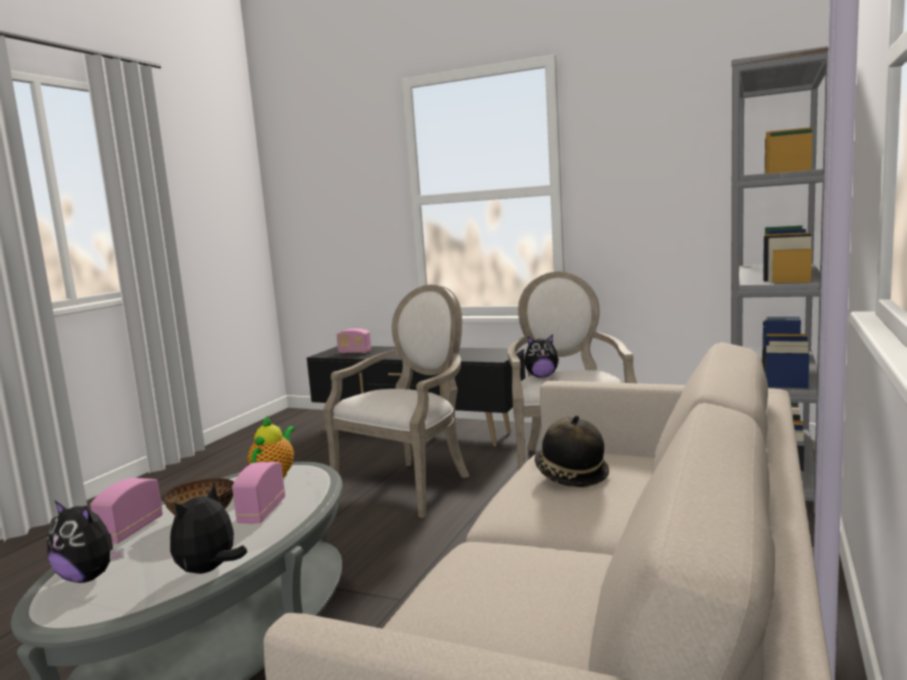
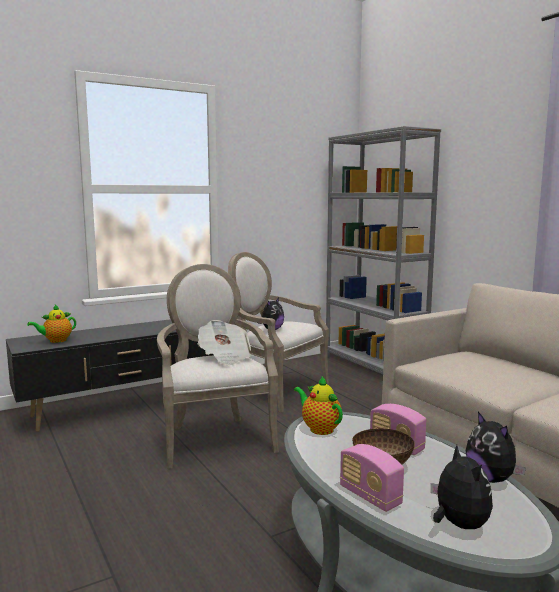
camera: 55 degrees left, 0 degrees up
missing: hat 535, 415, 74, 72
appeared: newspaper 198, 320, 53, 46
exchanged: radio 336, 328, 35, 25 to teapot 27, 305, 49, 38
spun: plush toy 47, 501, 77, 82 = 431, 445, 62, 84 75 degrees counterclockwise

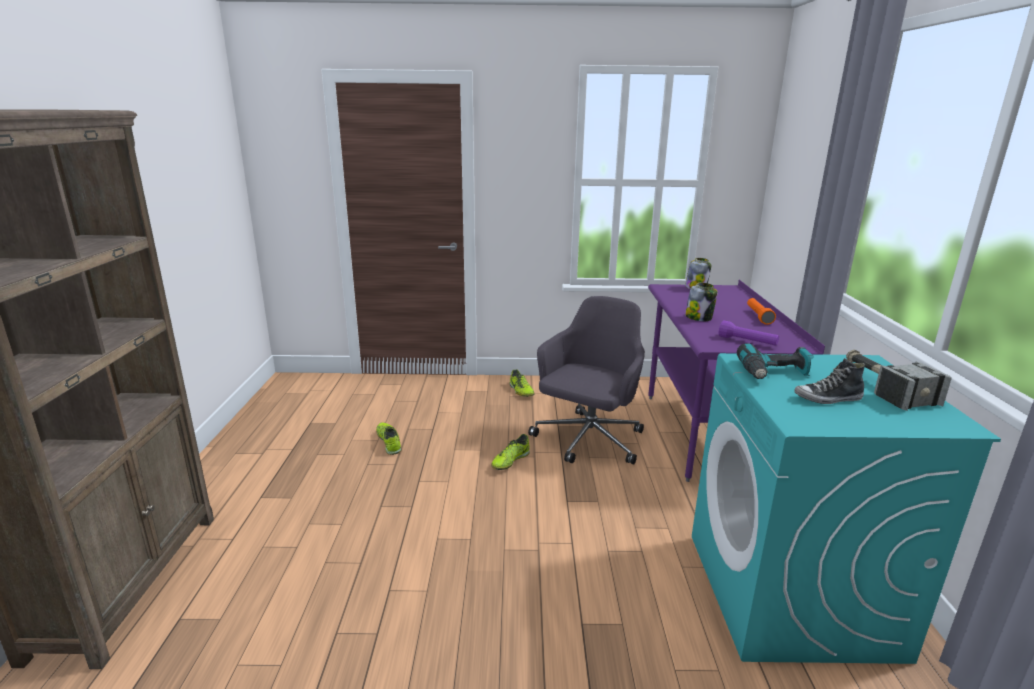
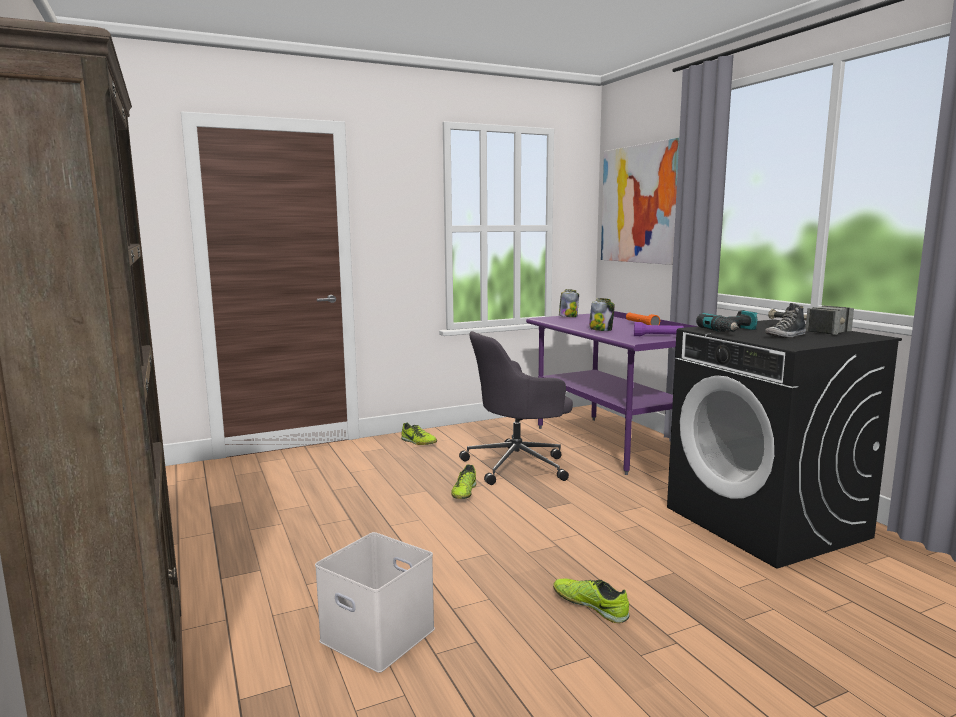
camera: 25 degrees left, 10 degrees down
appeared: picture 601, 138, 78, 127; storage box/white 315, 532, 120, 141
relocated: shoe 376, 422, 25, 33 to 553, 578, 77, 45
colour: washing machine/turquoise 692, 353, 309, 311 to washing machine/black 667, 319, 235, 250
spun: office chair/grey 528, 296, 117, 168 = 459, 331, 114, 154 120 degrees counterclockwise

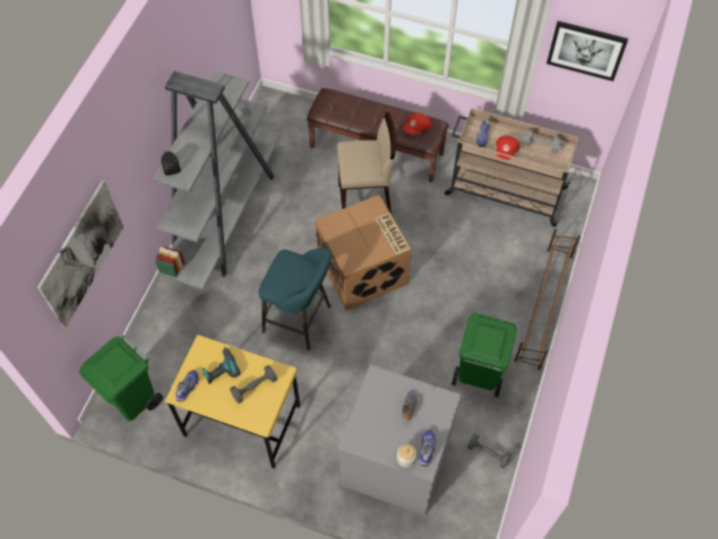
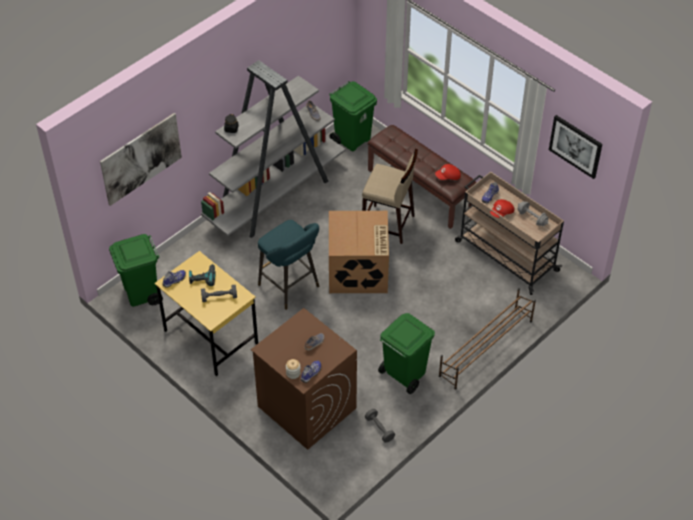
camera: 25 degrees right, 10 degrees down
appeared: trash can/green 329, 81, 48, 70
colour: washing machine/grey 338, 365, 123, 150 to washing machine/brown 251, 308, 106, 142

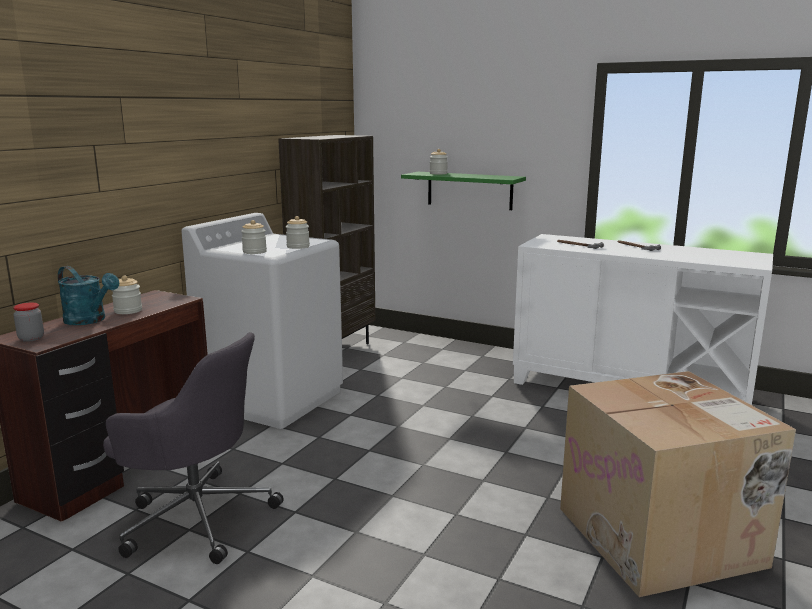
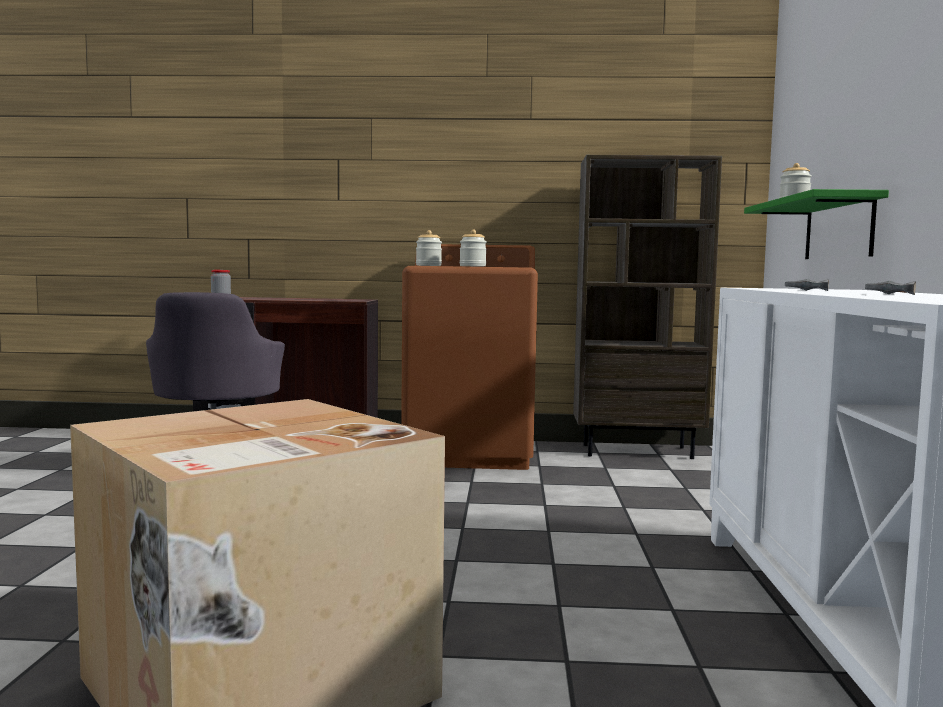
camera: 65 degrees right, 10 degrees down
missing: watering can/turquoise 58, 266, 61, 59; jar 112, 275, 30, 39
colour: washing machine/white 181, 213, 162, 216 to washing machine/brown 401, 244, 137, 226

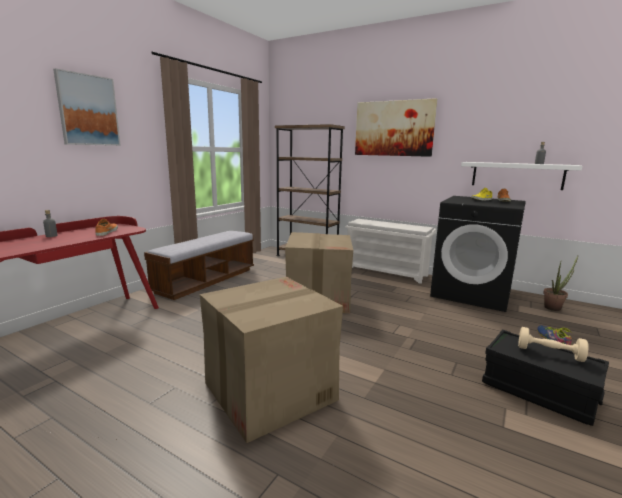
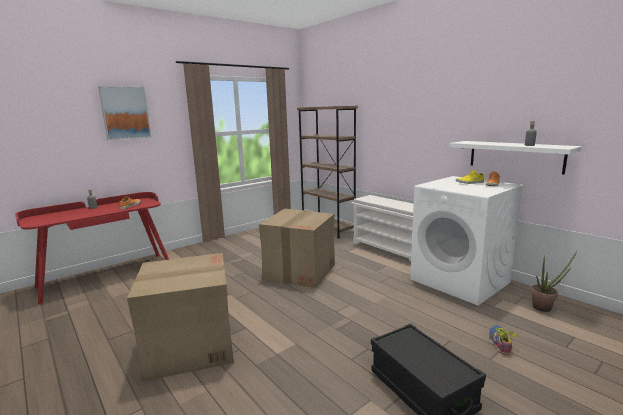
camera: 20 degrees right, 0 degrees up
missing: picture 355, 98, 82, 59; bench 144, 231, 110, 69; dumbbell/beige 518, 327, 71, 35
colour: washing machine/black 430, 196, 96, 116 to washing machine/white 410, 176, 114, 130

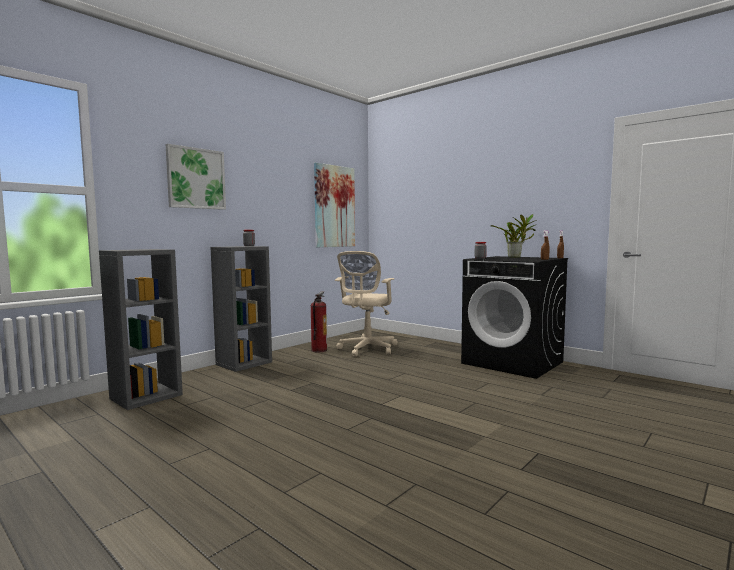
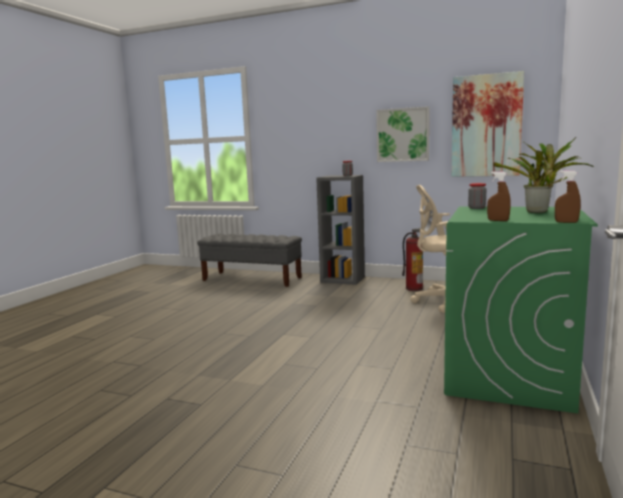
camera: 70 degrees right, 5 degrees up
relocated: picture 166, 144, 60, 66 to 376, 106, 53, 56
exchanged: bookcase/grey 99, 249, 84, 161 to bench/grey 197, 234, 105, 53
colour: washing machine/black 461, 256, 107, 123 to washing machine/green 444, 206, 154, 207

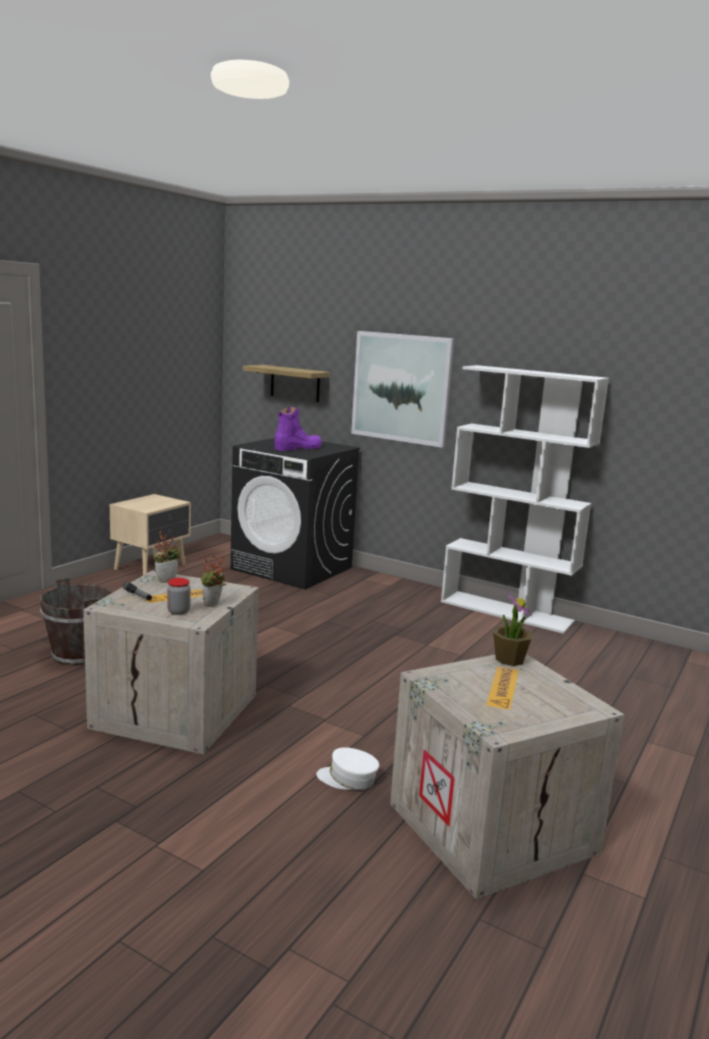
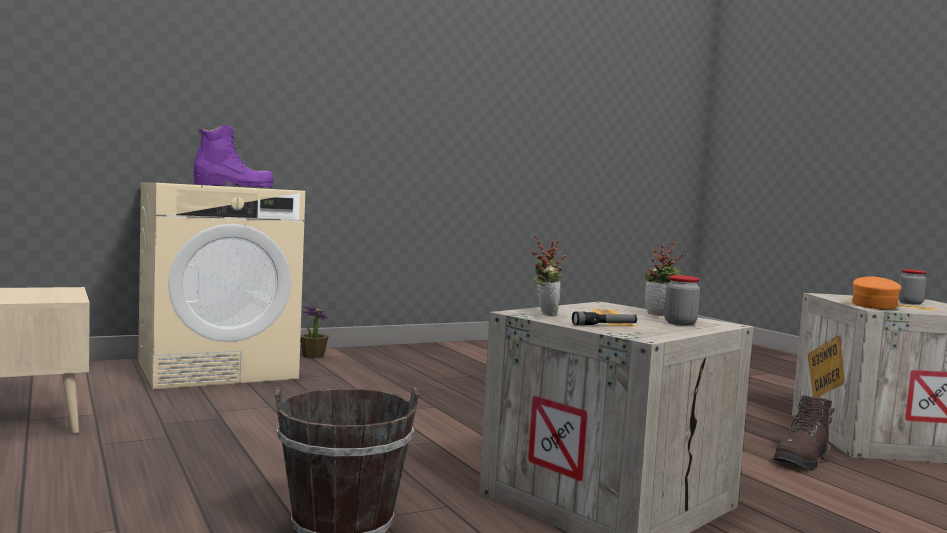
camera: 60 degrees left, 10 degrees down
missing: picture 351, 331, 103, 117; shelf 243, 365, 87, 37; bookcase/white 441, 365, 168, 269
appeared: jar 898, 269, 29, 36; cap/orange 851, 277, 50, 32
relocated: potted plant 493, 589, 40, 77 to 300, 306, 29, 53
exchanged: cap/white 316, 747, 63, 43 to boot/brown 773, 395, 62, 75
colour: washing machine/black 230, 438, 130, 152 to washing machine/beige 138, 182, 167, 207
spun: boot/purple 274, 407, 48, 44 = 194, 125, 80, 62 75 degrees clockwise

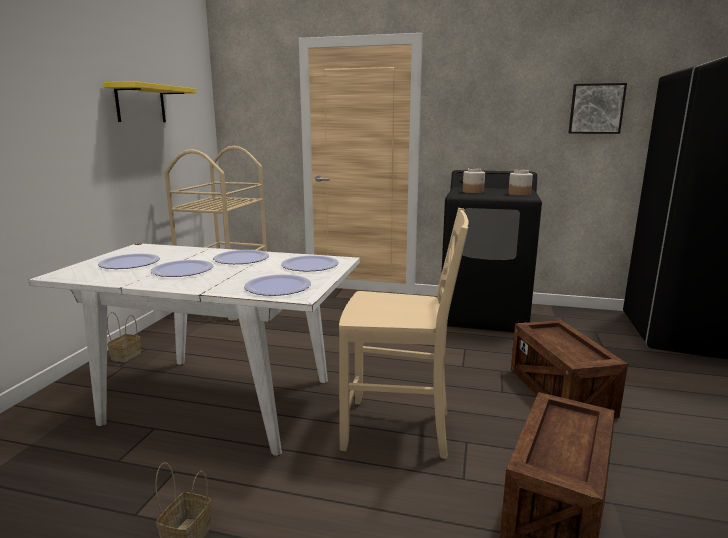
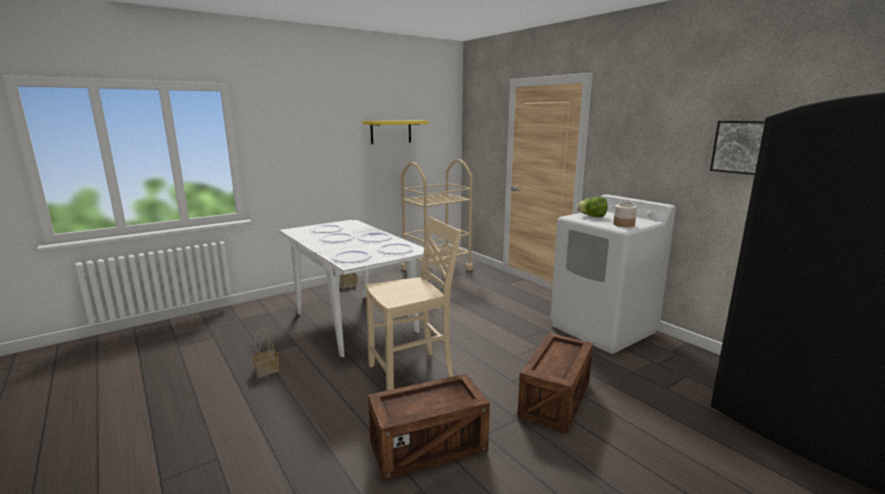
camera: 40 degrees right, 0 degrees up
exchanged: jar 463, 168, 22, 25 to lettuce 577, 197, 30, 20
colour: washing machine/black 441, 170, 101, 162 to washing machine/white 550, 194, 126, 160
spun: chair/beige 339, 208, 130, 251 = 366, 216, 96, 175 75 degrees counterclockwise

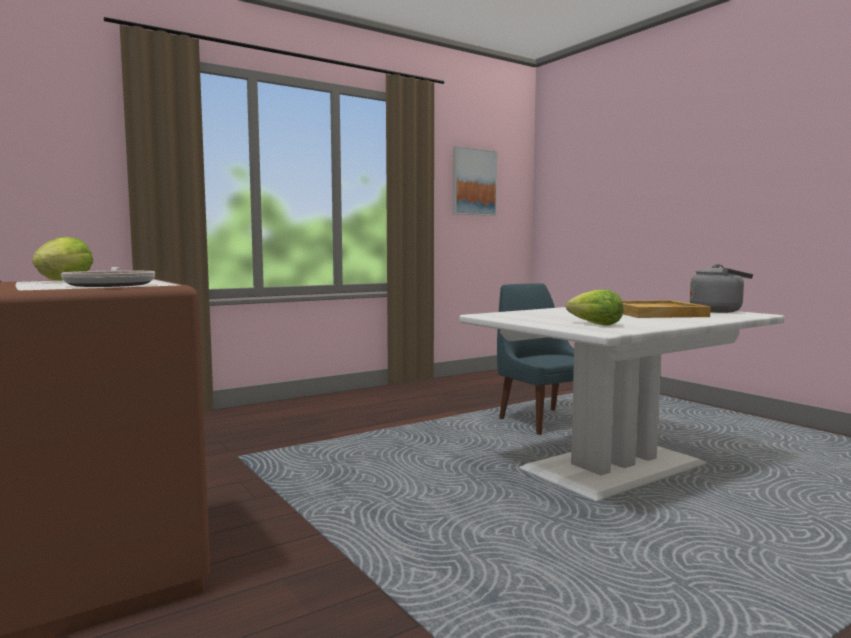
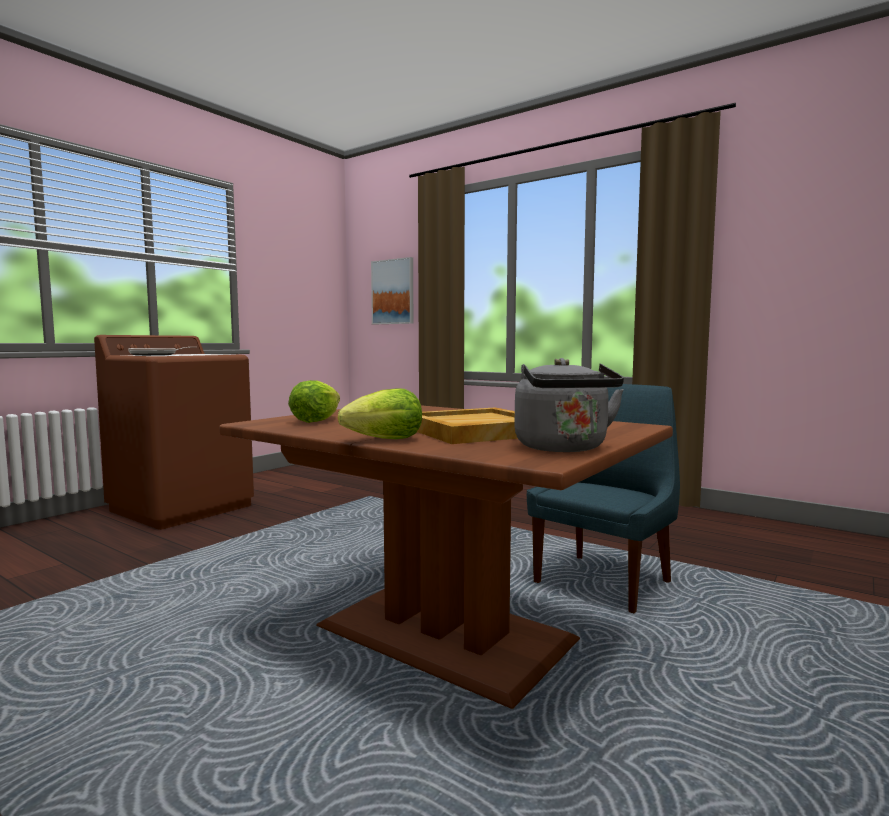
camera: 70 degrees right, 0 degrees up
relocated: picture 453, 146, 44, 70 to 371, 257, 42, 67; lettuce 32, 237, 61, 43 to 338, 388, 84, 51
colour: dining table/white 460, 307, 325, 195 to dining table/brown 219, 405, 454, 304

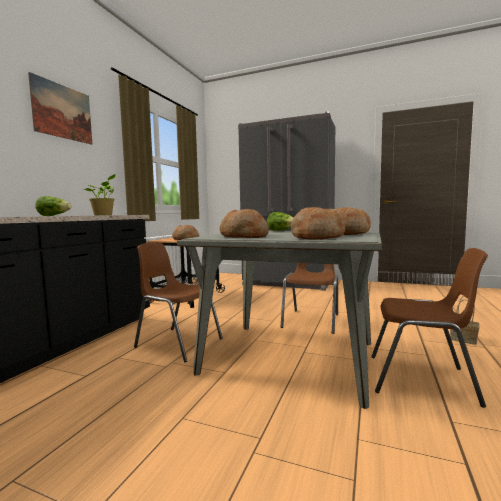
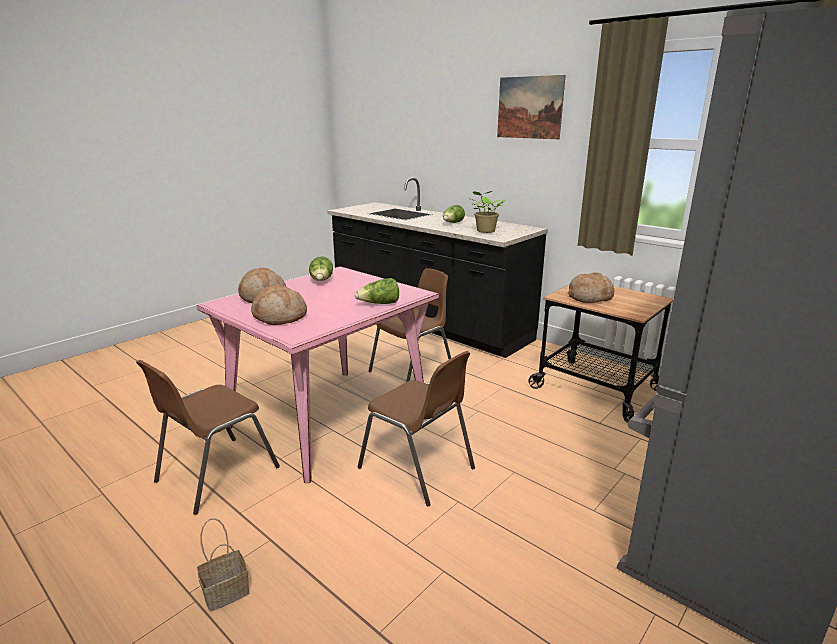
camera: 110 degrees right, 15 degrees up
exchanged: bread 219, 209, 50, 29 to lettuce 309, 257, 24, 24
colour: dining table/grey 177, 231, 205, 178 to dining table/pink 196, 267, 243, 216

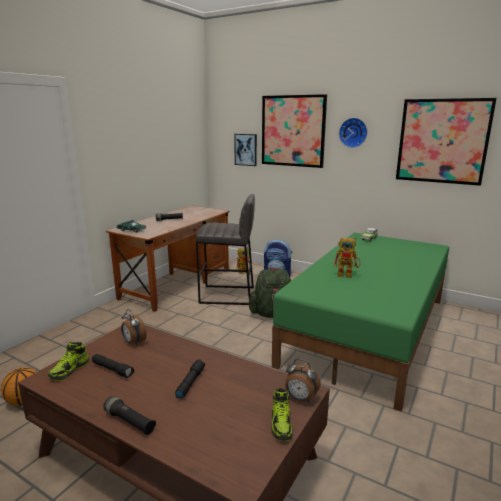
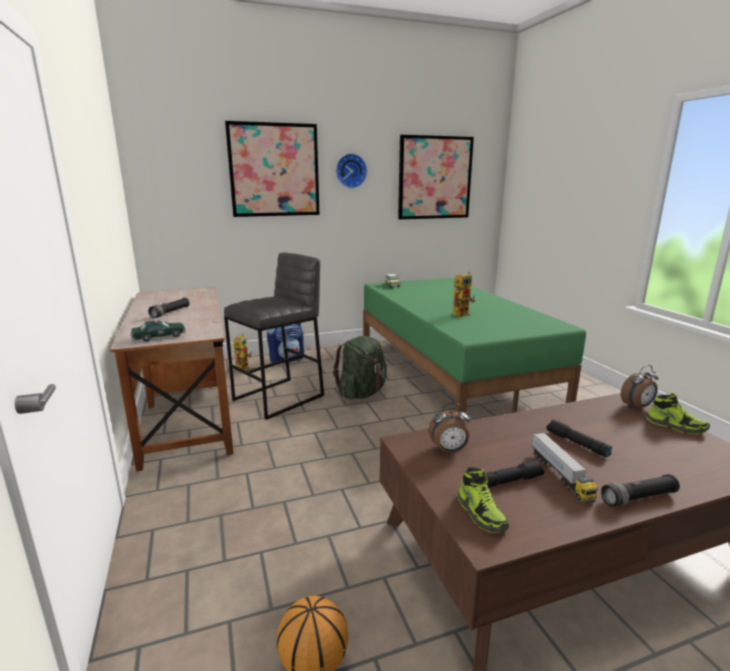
camera: 50 degrees left, 0 degrees up
missing: picture 234, 134, 23, 32
appeared: toy truck 532, 433, 66, 71

